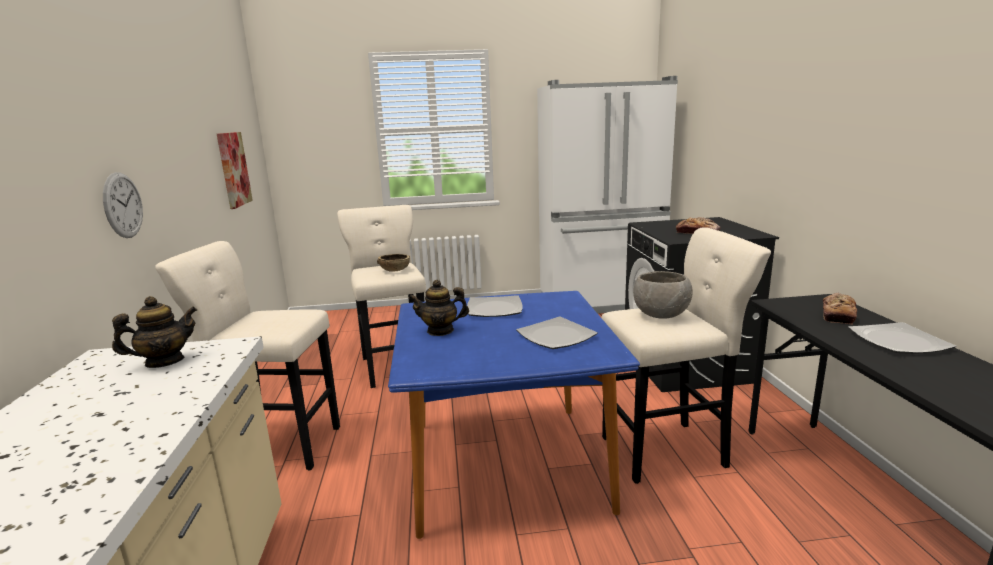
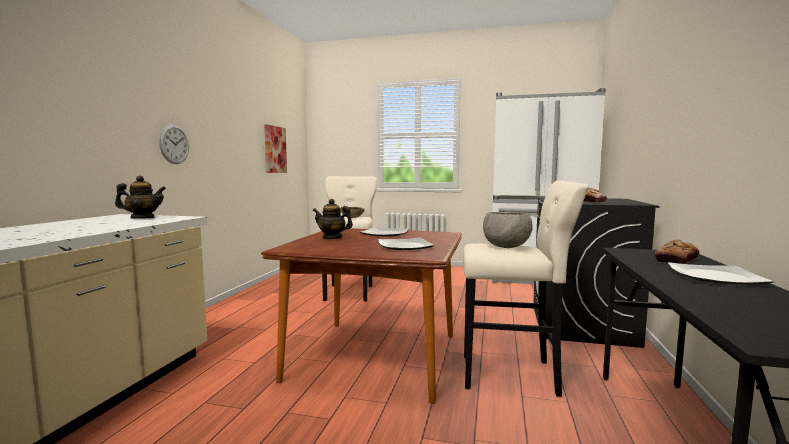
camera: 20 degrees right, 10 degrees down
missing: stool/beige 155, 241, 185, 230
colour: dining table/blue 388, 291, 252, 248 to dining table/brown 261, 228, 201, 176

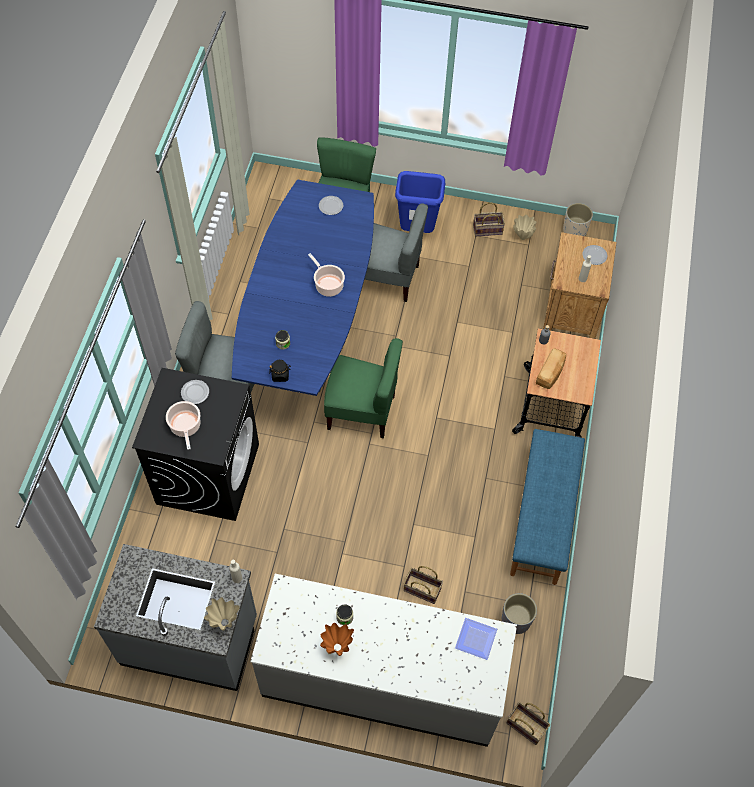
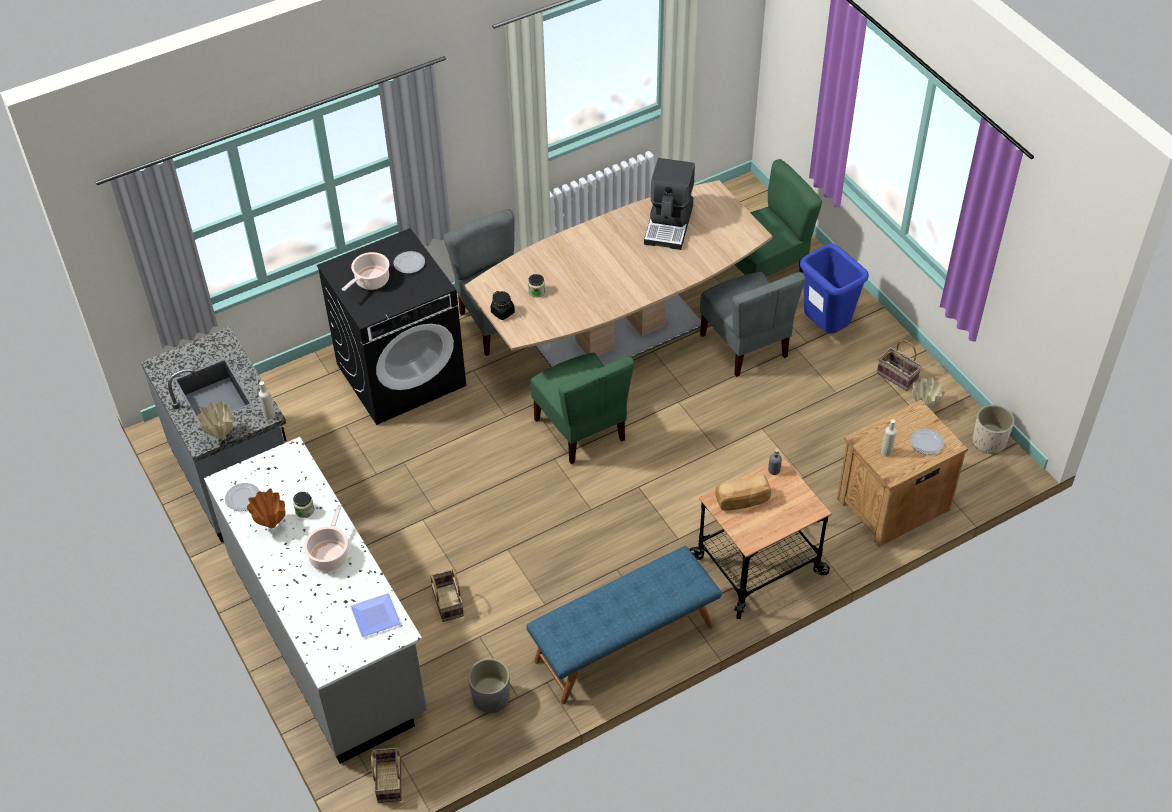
camera: 50 degrees right, 10 degrees down
appeared: coffee machine 644, 158, 51, 92
relocated: plate 319, 196, 24, 19 to 225, 483, 35, 28; cooking pot 308, 253, 37, 44 to 304, 504, 44, 67
colour: dining table/blue 232, 179, 142, 217 to dining table/brown 464, 180, 308, 187

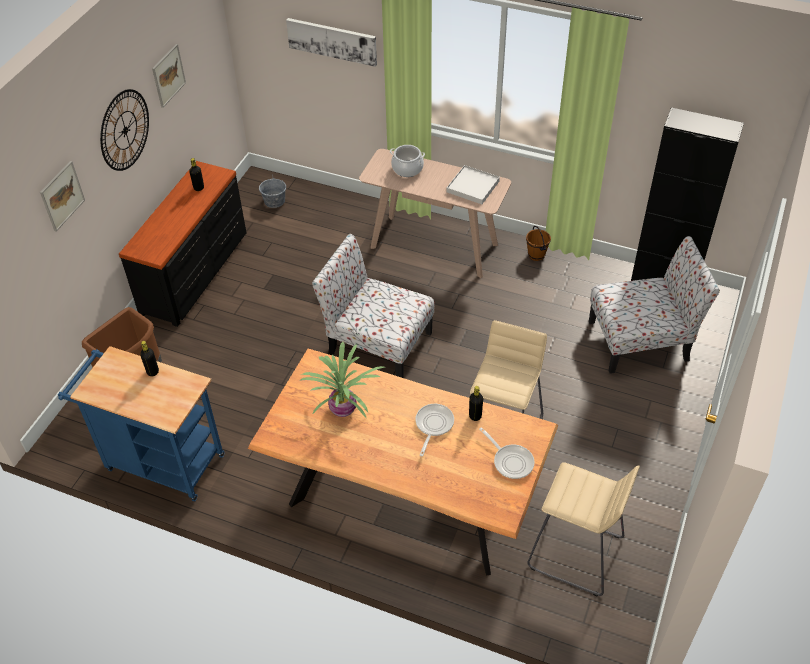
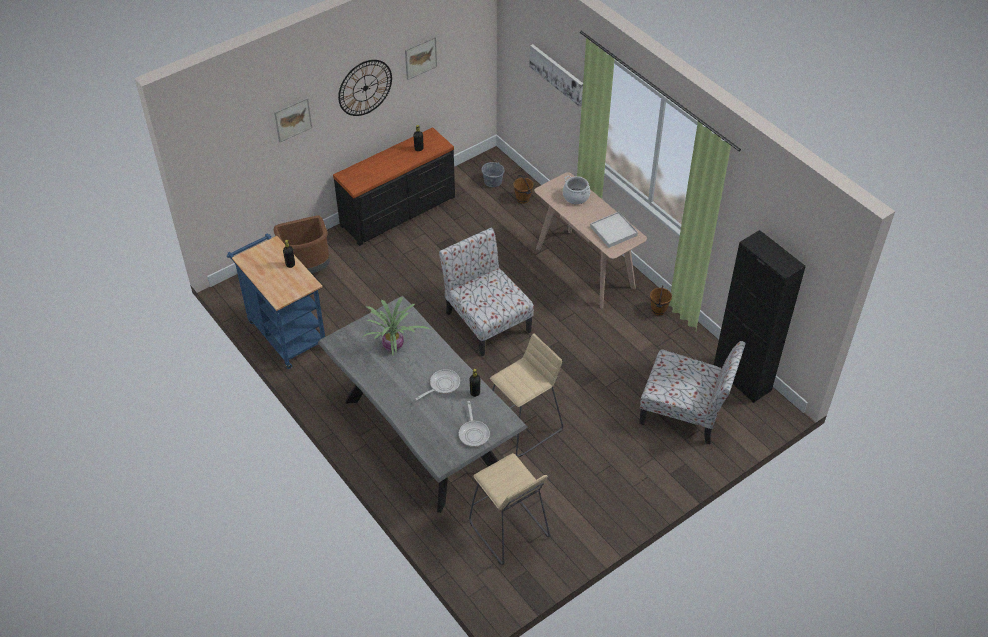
camera: 30 degrees right, 0 degrees up
appeared: bucket/brown 513, 175, 21, 29
colour: dining table/brown 248, 349, 310, 227 to dining table/grey 318, 296, 210, 217

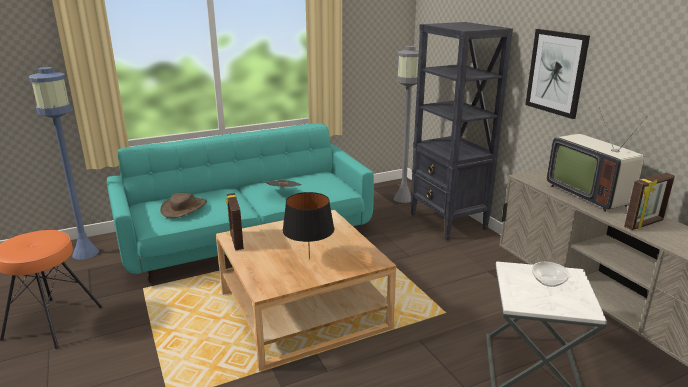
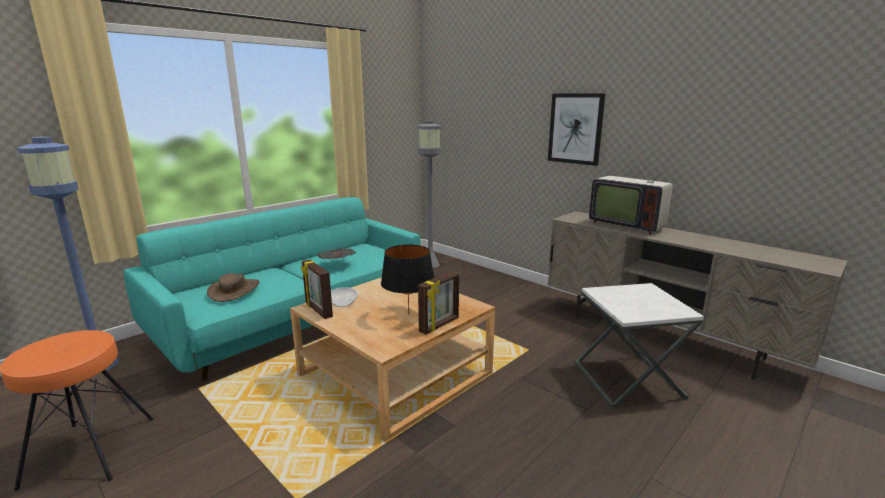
camera: 20 degrees left, 5 degrees down
missing: bookcase/black 411, 22, 102, 218
relocated: picture frame 624, 173, 51, 57 to 418, 271, 41, 64; bowl 532, 262, 38, 25 to 331, 287, 27, 20

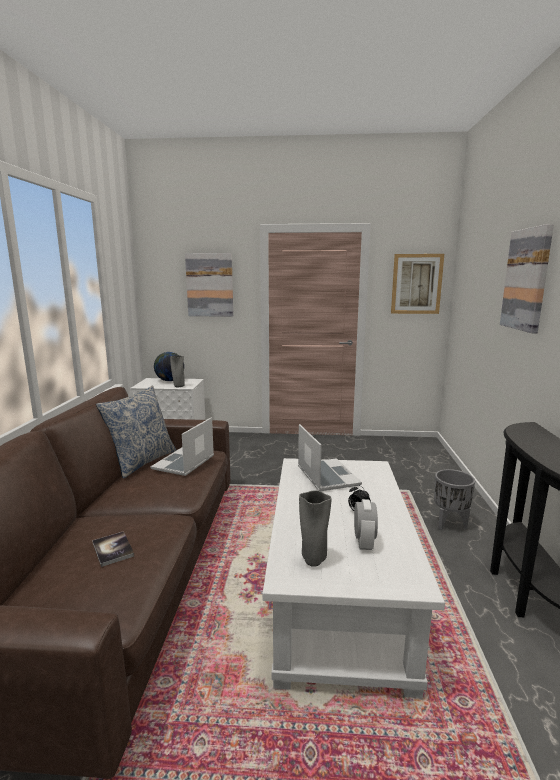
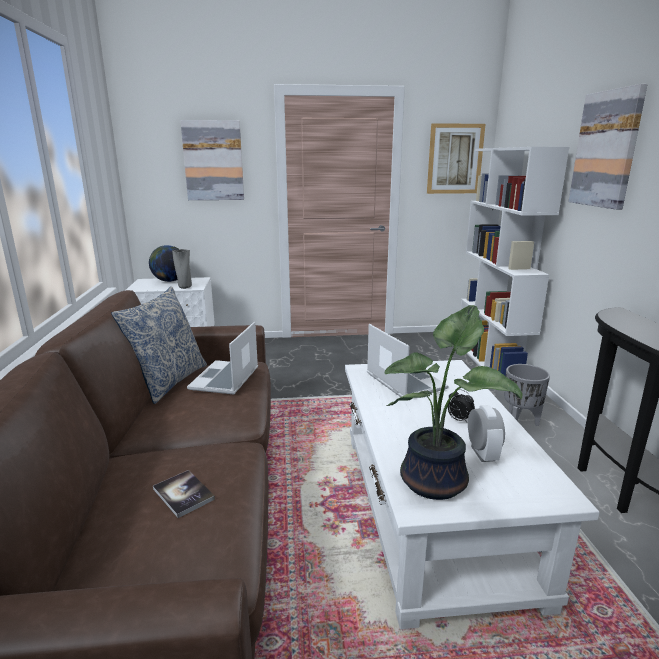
camera: 10 degrees left, 5 degrees up
appeared: bookcase/white 460, 147, 109, 229
exchanged: vase/grey 299, 490, 33, 77 to potted plant 384, 305, 139, 195

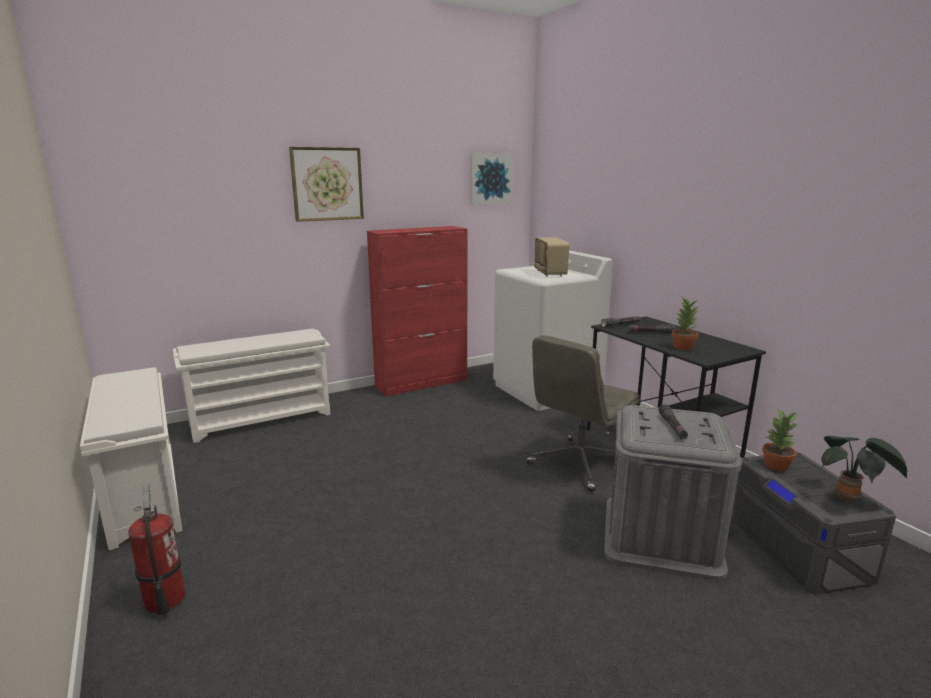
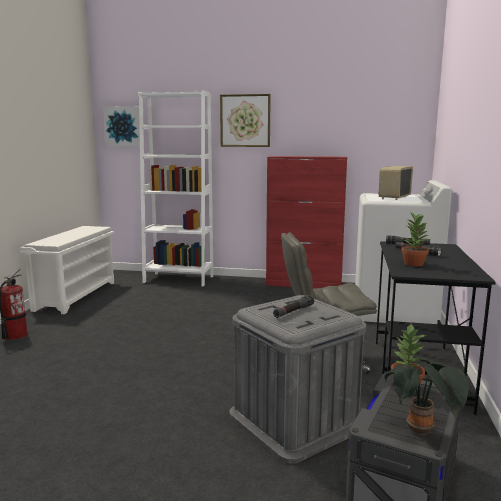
camera: 40 degrees right, 5 degrees down
relocated: picture 470, 153, 44, 52 to 103, 106, 37, 40
exchanged: shoe rack/white 173, 328, 158, 115 to bookcase/white 138, 90, 76, 197

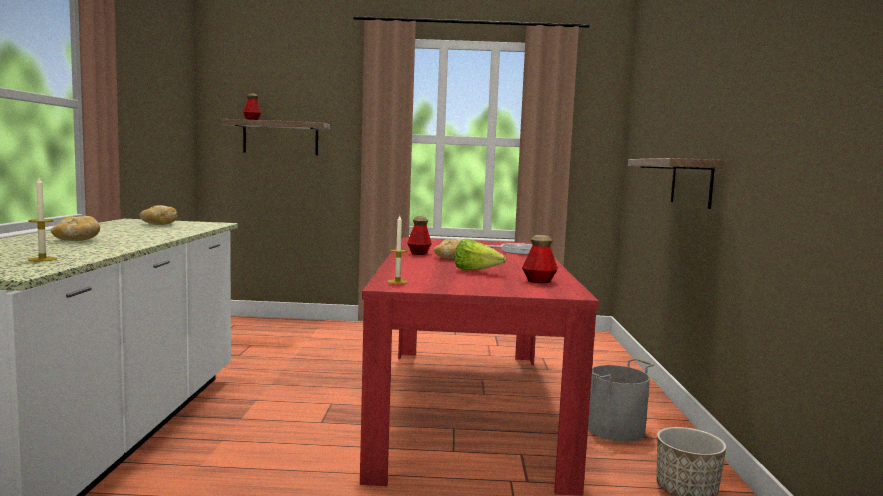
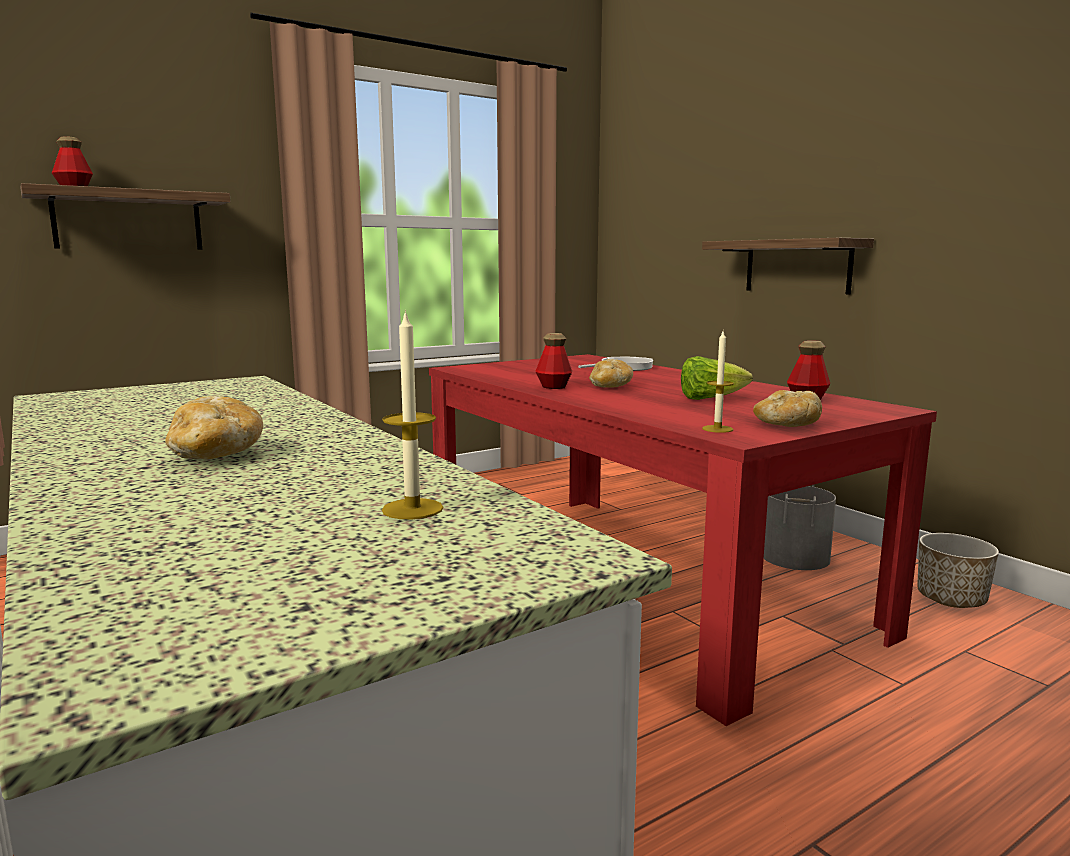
camera: 35 degrees left, 5 degrees up
relocated: bread 139, 205, 38, 20 to 753, 390, 69, 37

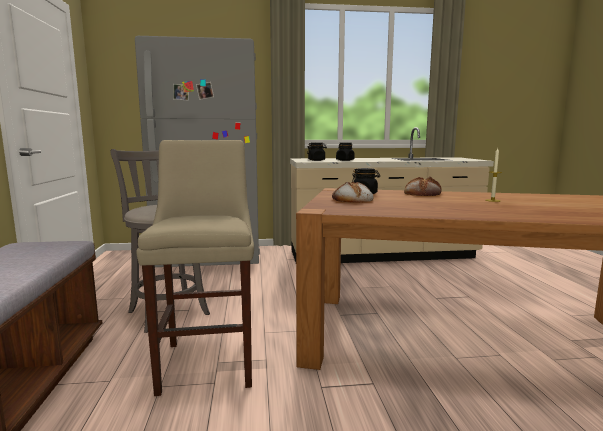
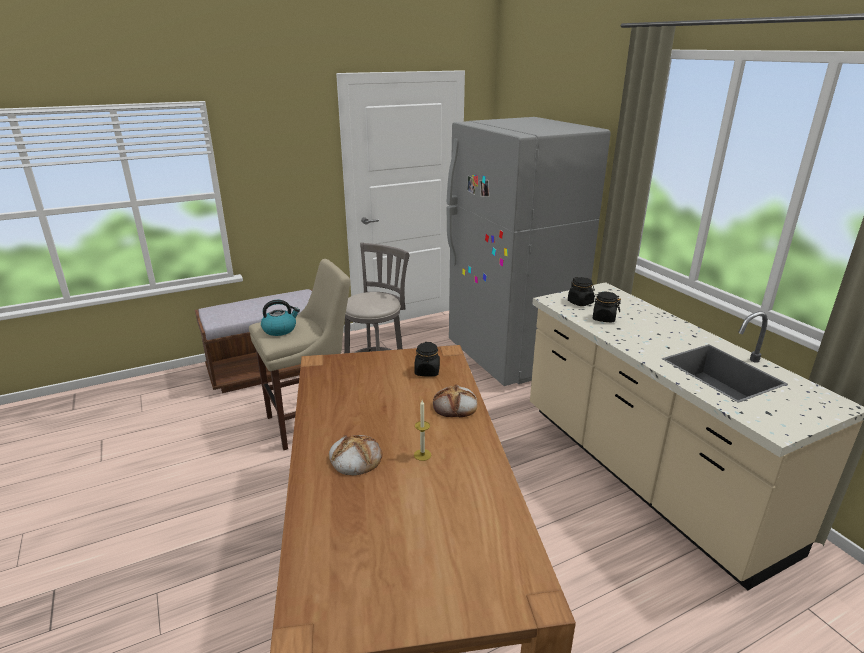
camera: 70 degrees right, 15 degrees up
appeared: kettle 261, 300, 39, 36
relocated: bread 332, 182, 42, 20 to 329, 435, 54, 41

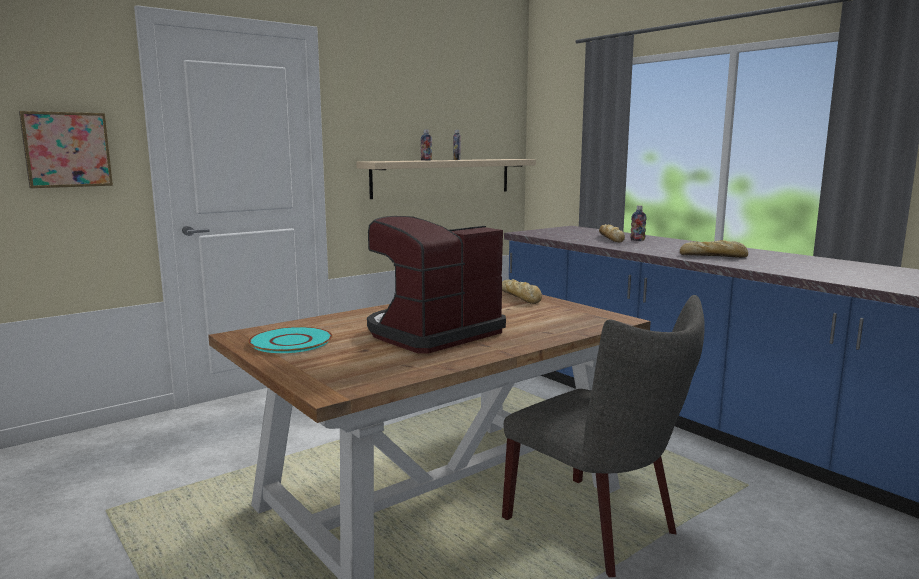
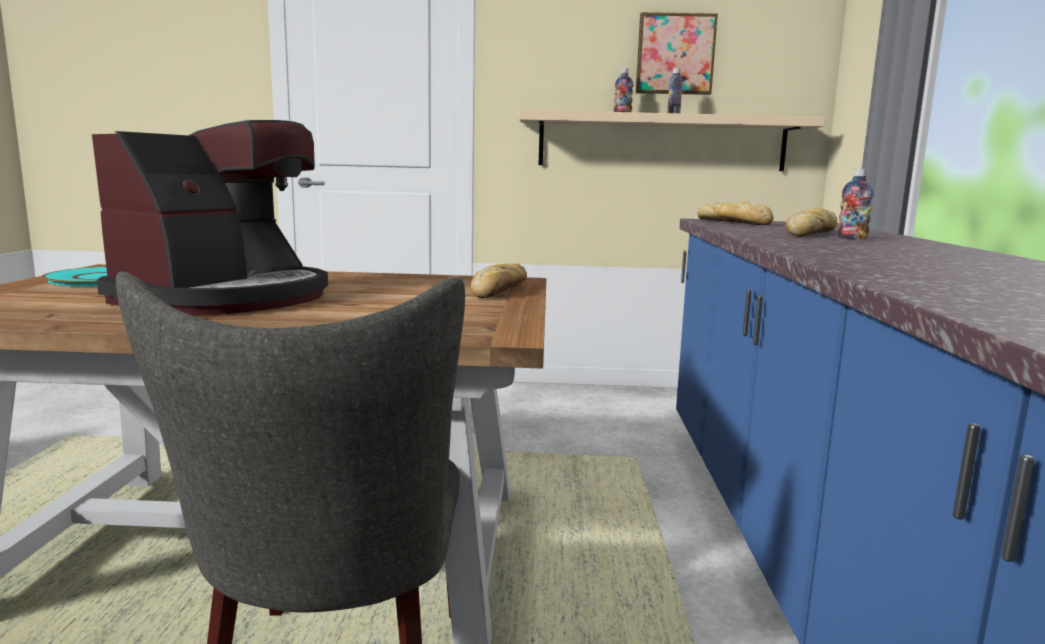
camera: 40 degrees right, 0 degrees up
relocated: picture 19, 111, 94, 77 to 636, 12, 82, 83; bread 680, 240, 68, 18 to 698, 201, 76, 24
spun: coffee machine 367, 216, 139, 138 = 92, 120, 236, 195 120 degrees clockwise

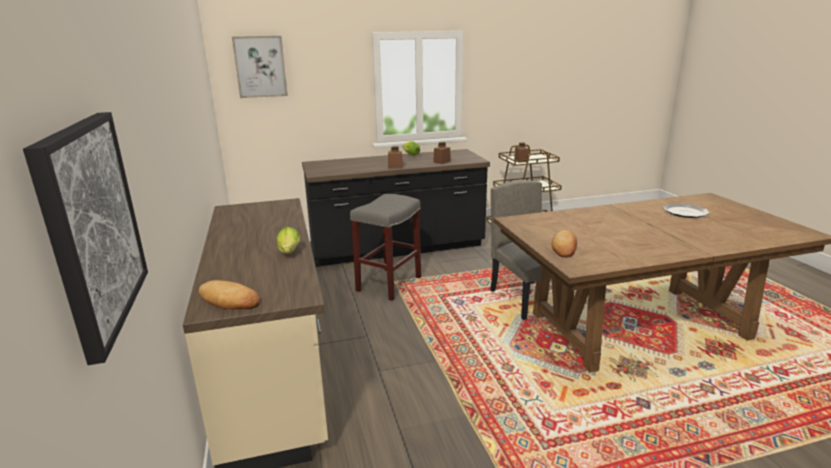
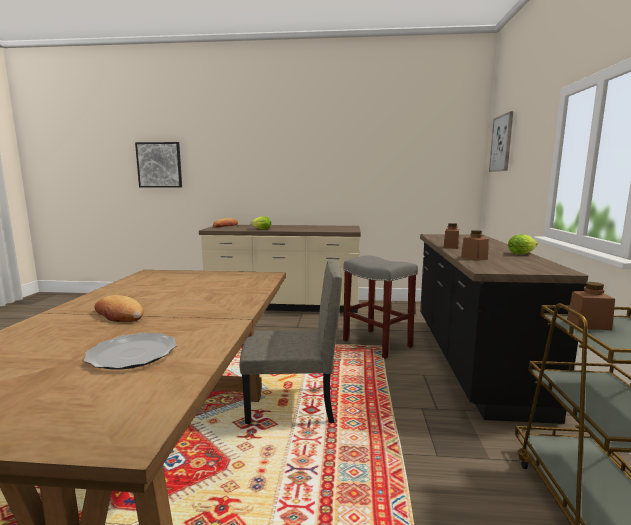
camera: 110 degrees right, 10 degrees down
relocated: bread 552, 230, 25, 28 to 94, 295, 50, 27

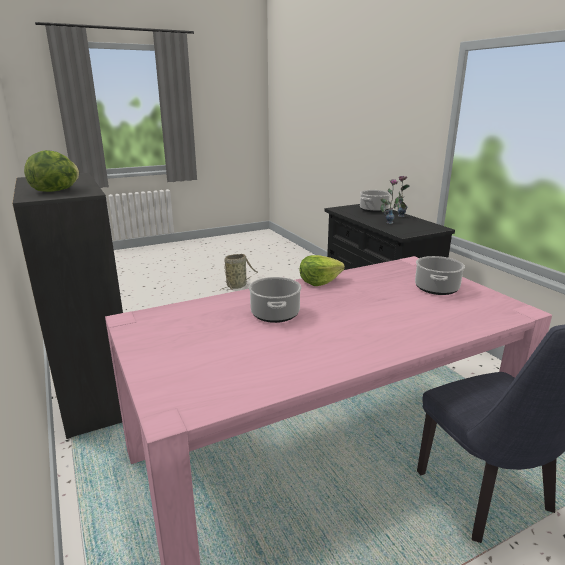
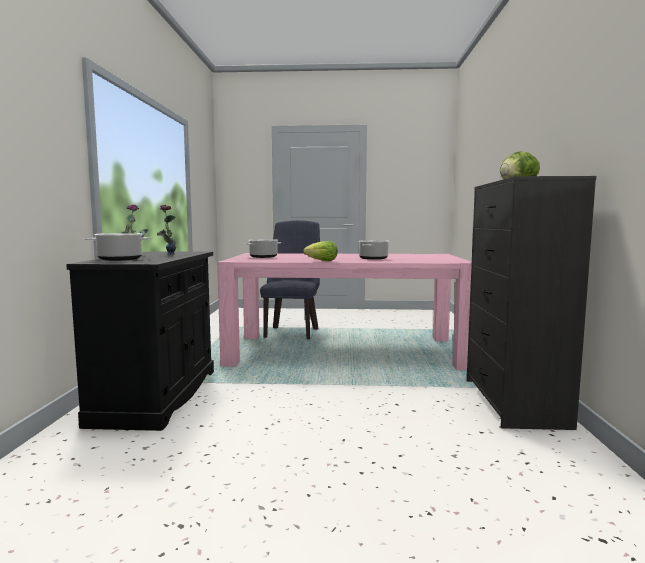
camera: 150 degrees left, 15 degrees down
missing: basket 220, 254, 38, 37

